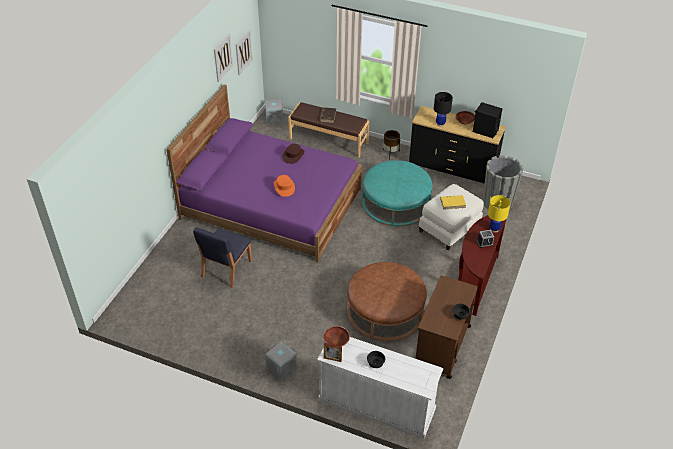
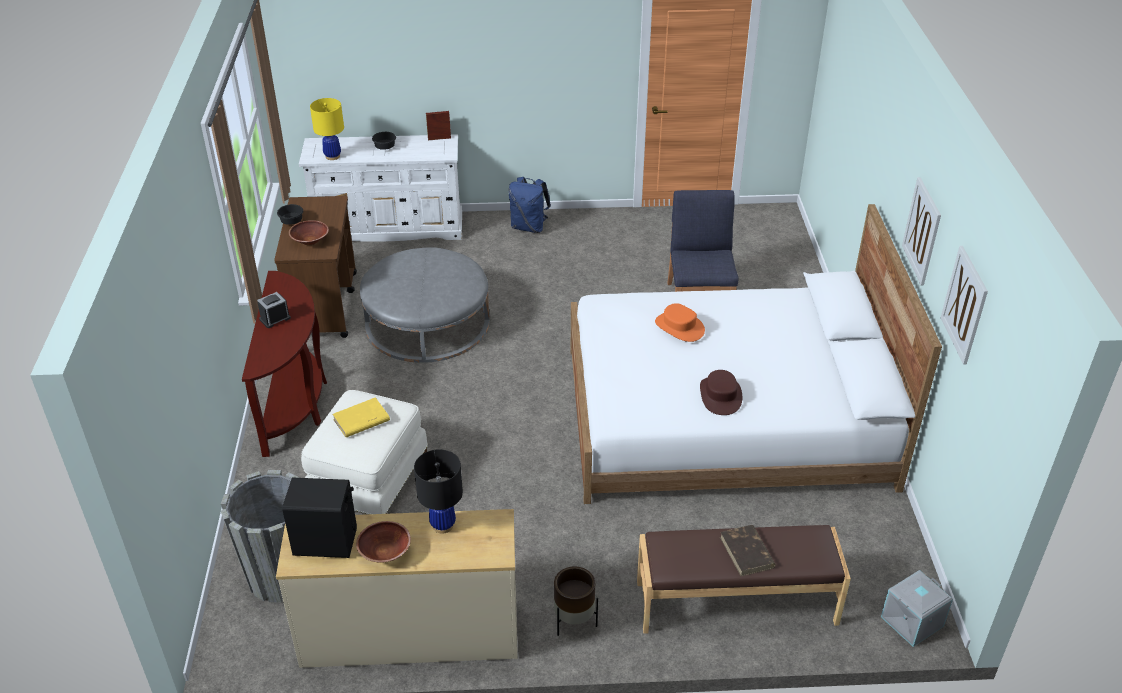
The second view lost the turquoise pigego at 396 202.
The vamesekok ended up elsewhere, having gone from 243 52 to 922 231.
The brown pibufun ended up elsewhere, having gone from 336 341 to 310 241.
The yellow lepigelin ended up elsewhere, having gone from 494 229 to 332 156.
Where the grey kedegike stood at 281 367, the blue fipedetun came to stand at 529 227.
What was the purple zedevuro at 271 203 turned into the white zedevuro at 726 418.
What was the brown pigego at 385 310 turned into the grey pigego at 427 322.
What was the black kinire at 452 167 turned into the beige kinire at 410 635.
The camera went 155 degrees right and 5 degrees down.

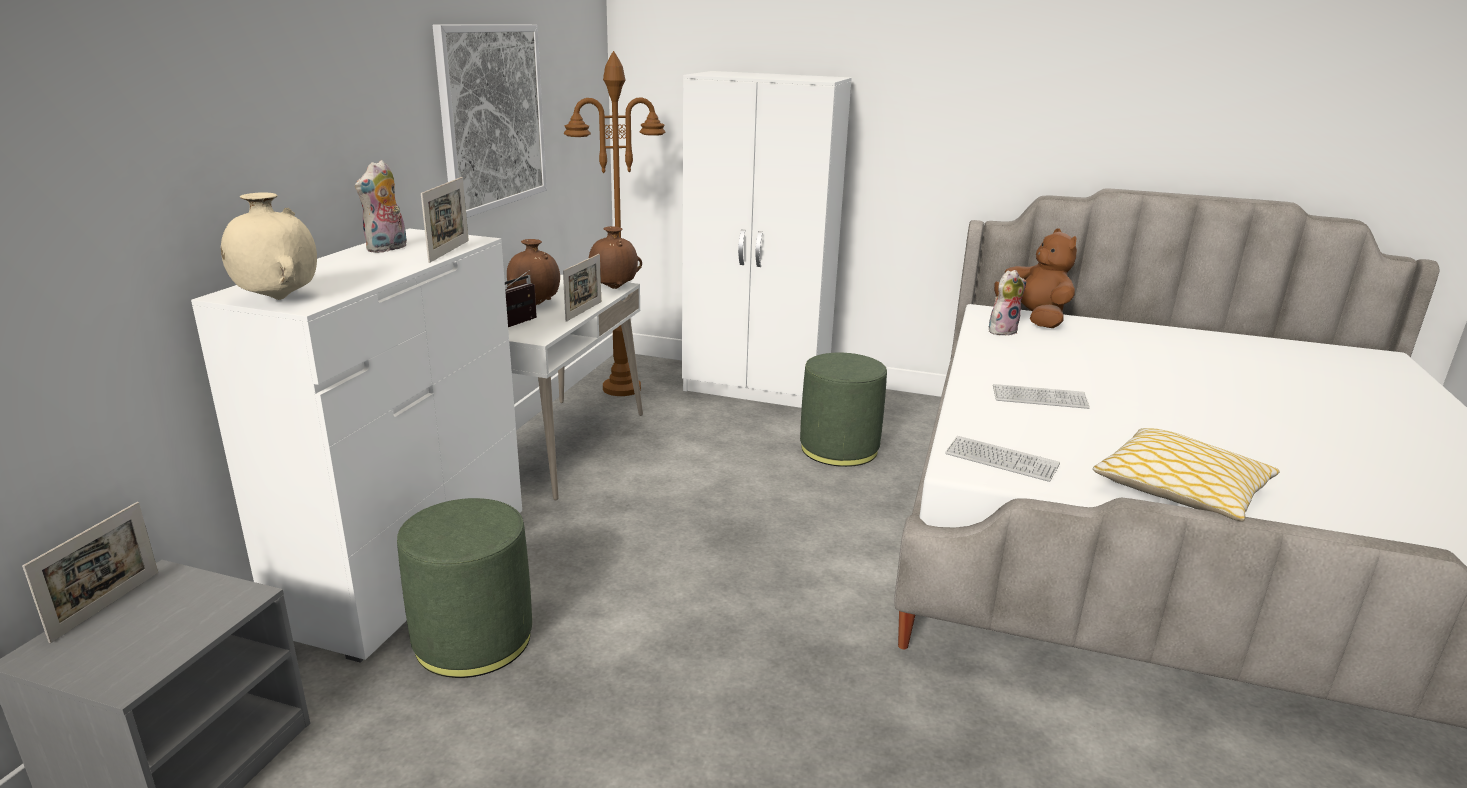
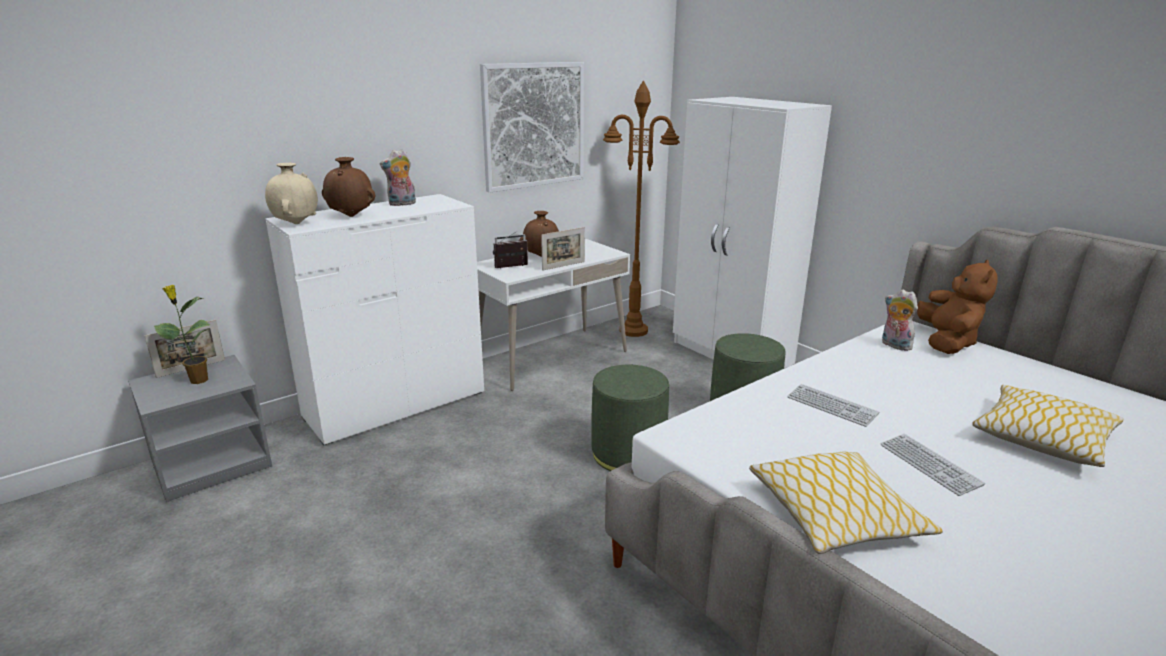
The second view lost the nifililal at 449 251.
The second view gained the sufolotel at 197 380.
The second view gained the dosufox at 1042 438.
The green pigego ended up elsewhere, having gone from 473 639 to 628 453.
The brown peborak ended up elsewhere, having gone from 614 288 to 351 216.
The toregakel ended up elsewhere, having gone from 1001 460 to 929 465.
The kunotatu at 1002 330 ended up facing another way, 135 degrees counterclockwise from before.
The camera went 35 degrees right and 0 degrees up.

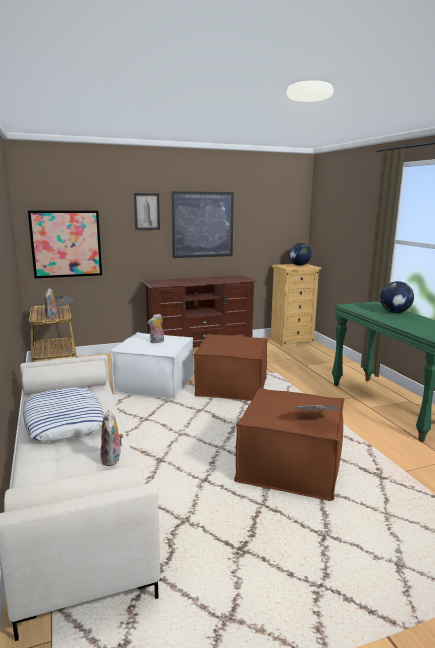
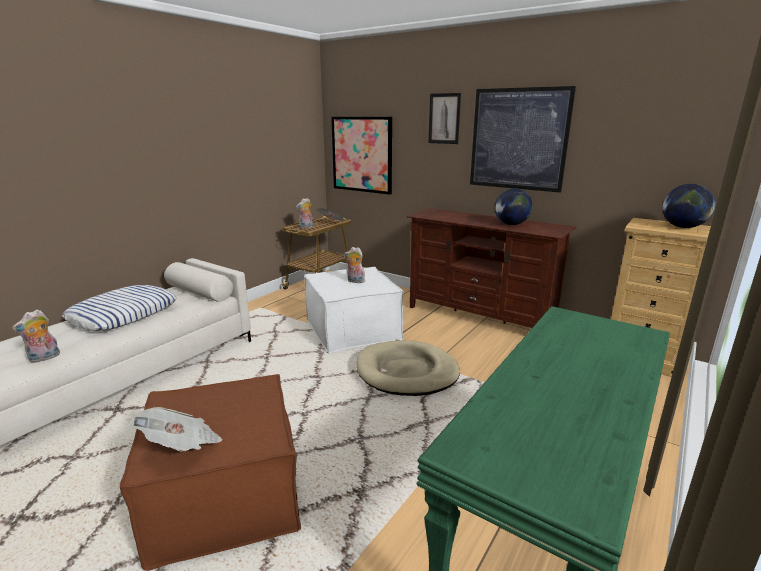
The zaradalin ended up elsewhere, having gone from 395 312 to 511 224.
Where the brown pigego stood at 232 386, the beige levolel came to stand at 407 372.
The camera went 55 degrees right and 5 degrees up.

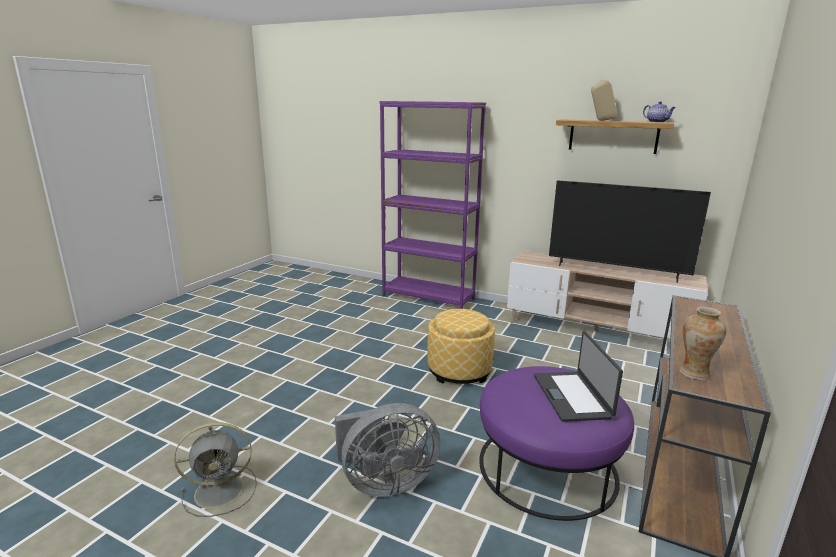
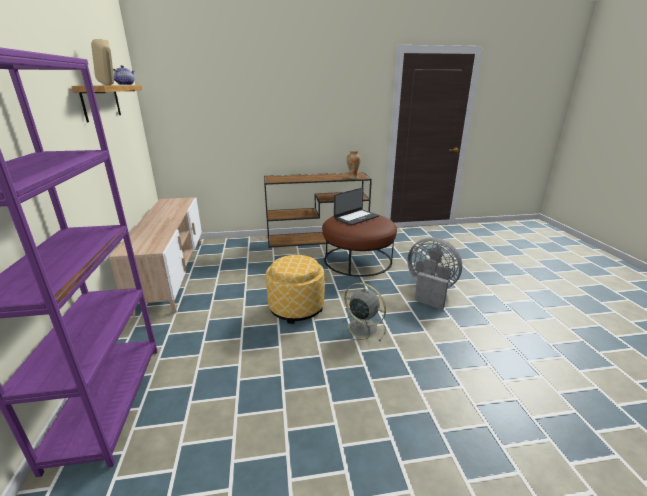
The second view lost the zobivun at 616 271.
The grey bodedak ended up elsewhere, having gone from 222 490 to 361 328.
What was the purple pigego at 547 467 turned into the brown pigego at 357 260.
The camera went 125 degrees left and 5 degrees up.

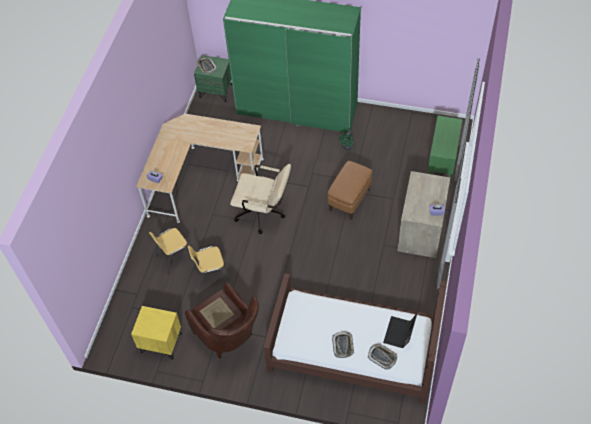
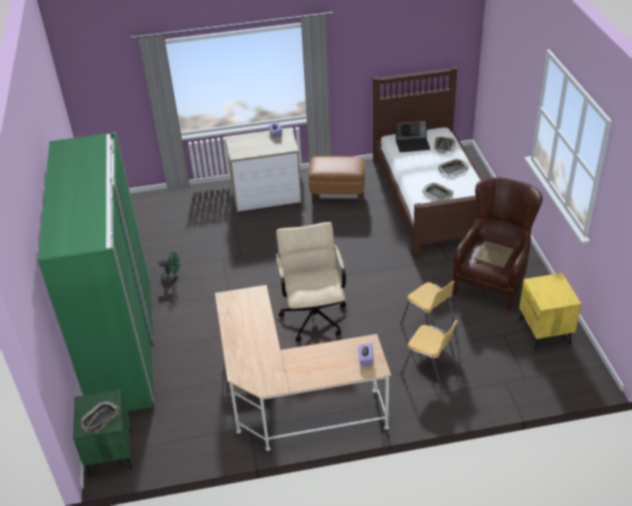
The second view lost the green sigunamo at 441 166.
The second view gained the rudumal at 437 194.
The brown pigego ended up elsewhere, having gone from 349 200 to 338 196.
The camera went 115 degrees left and 15 degrees down.

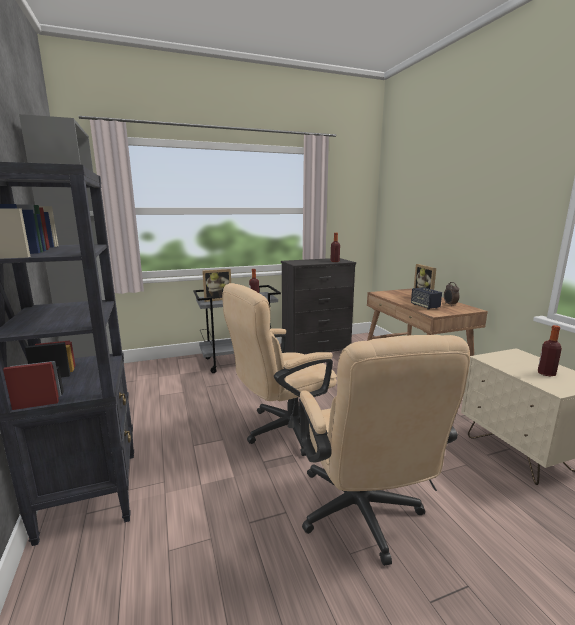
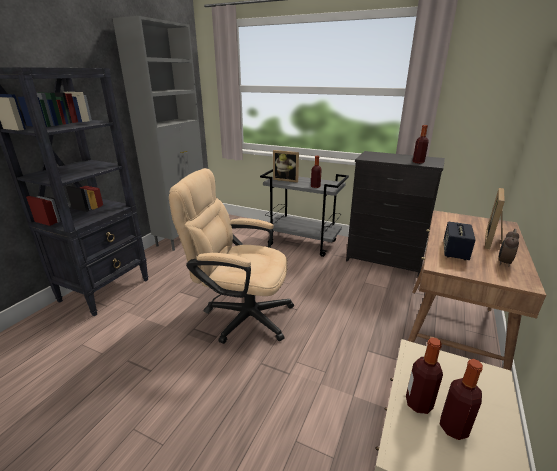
The second view lost the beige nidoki at 362 517.
The second view gained the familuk at 418 403.
The camera went 45 degrees right and 10 degrees up.

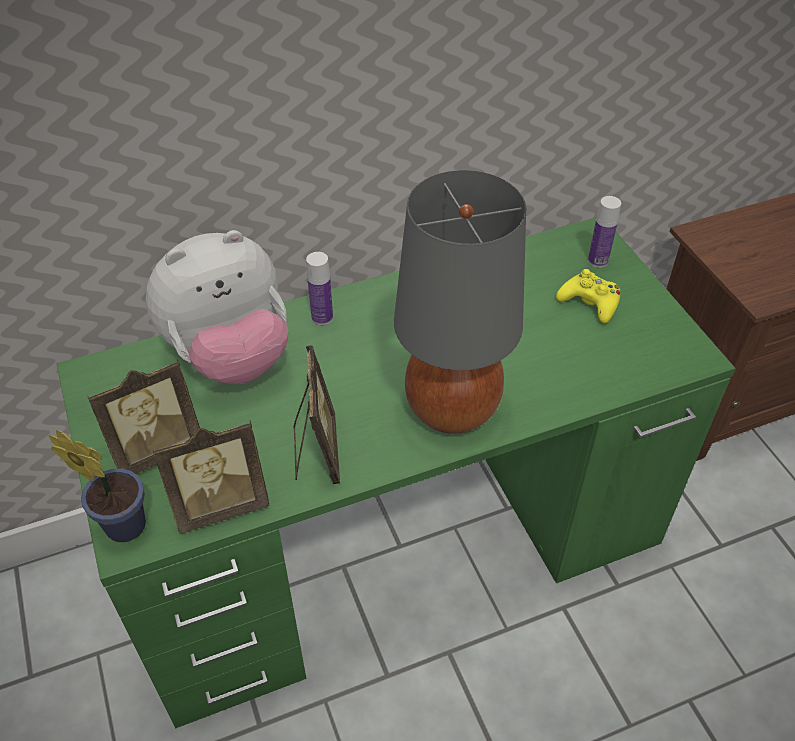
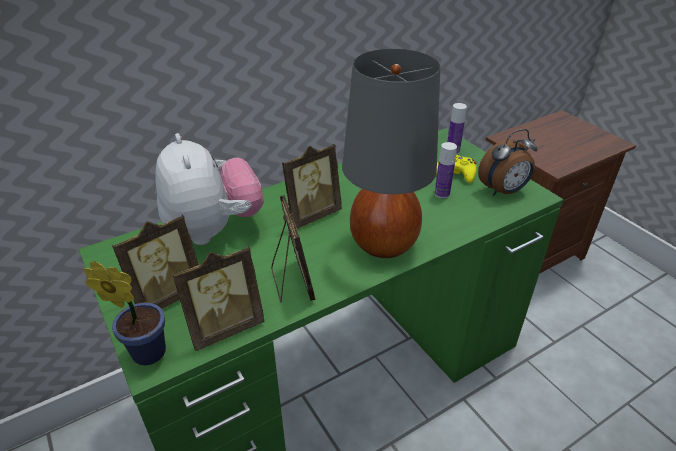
The second view gained the nifililal at 310 215.
The second view gained the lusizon at 503 191.
The familuk ended up elsewhere, having gone from 322 317 to 442 194.
The kunotatu at 230 356 ended up facing another way, 75 degrees counterclockwise from before.
The camera went 10 degrees left and 10 degrees down.

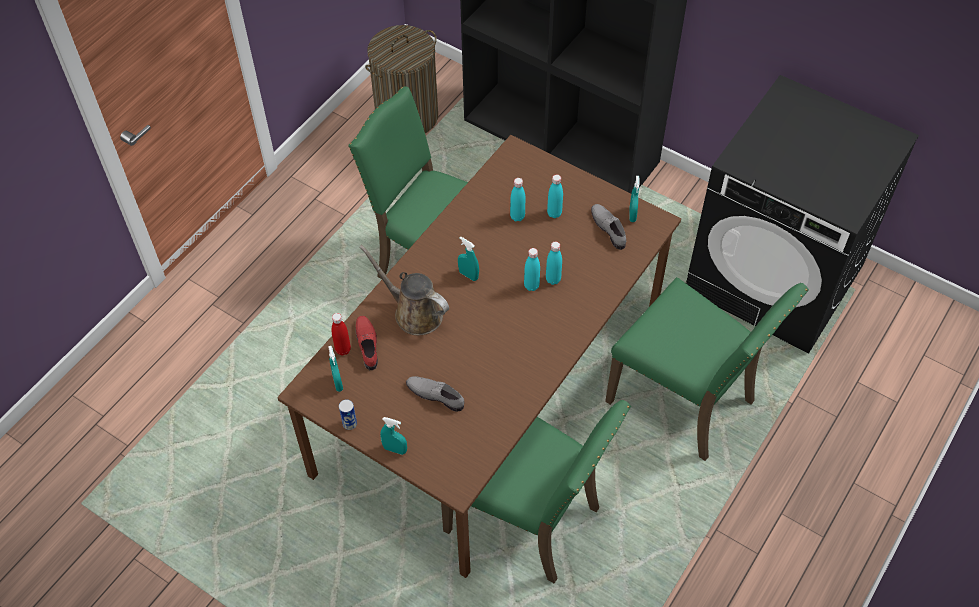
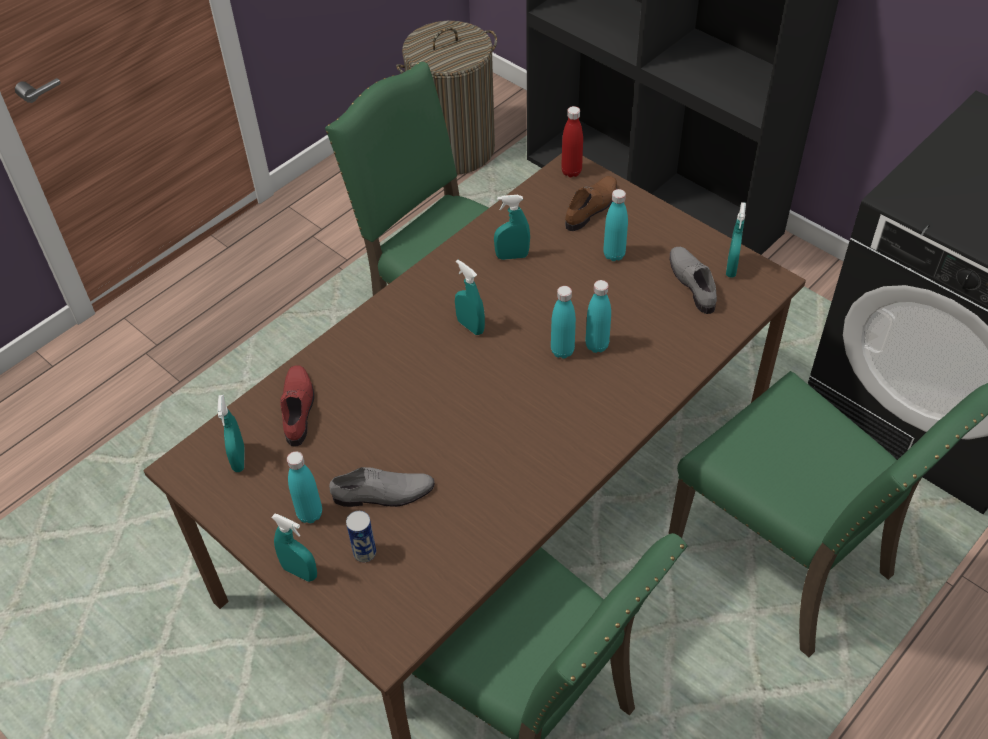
The second view lost the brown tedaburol at 414 312.
The second view gained the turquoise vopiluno at 512 256.
The second view gained the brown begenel at 592 207.
The red familuk ended up elsewhere, having gone from 343 350 to 571 172.
The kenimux ended up elsewhere, having gone from 349 424 to 364 553.
The turquoise familuk ended up elsewhere, having gone from 517 216 to 310 514.
The grey begenel at 436 394 ended up facing another way, 135 degrees clockwise from before.
The camera went 10 degrees right and 5 degrees down.

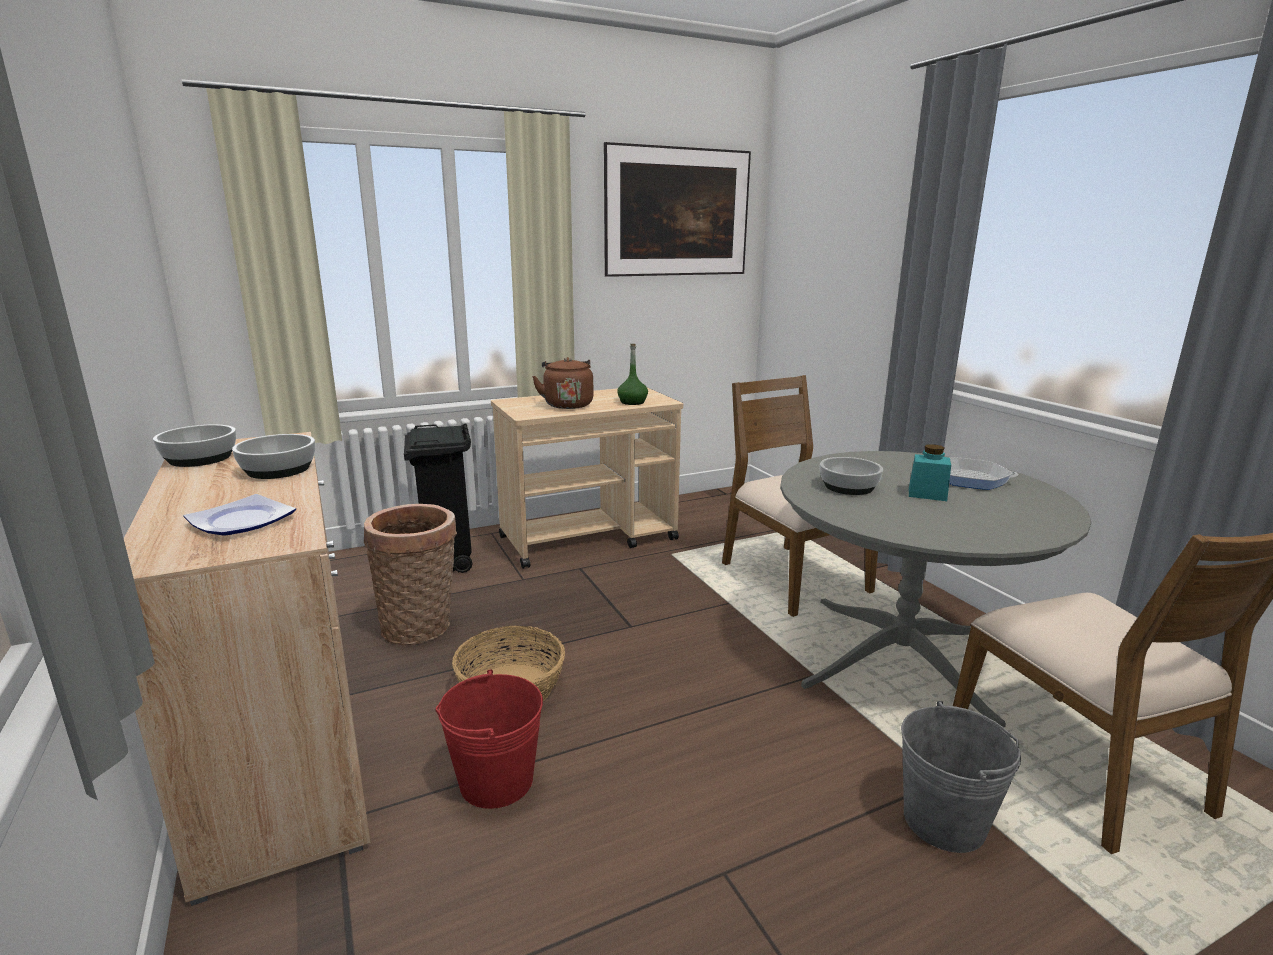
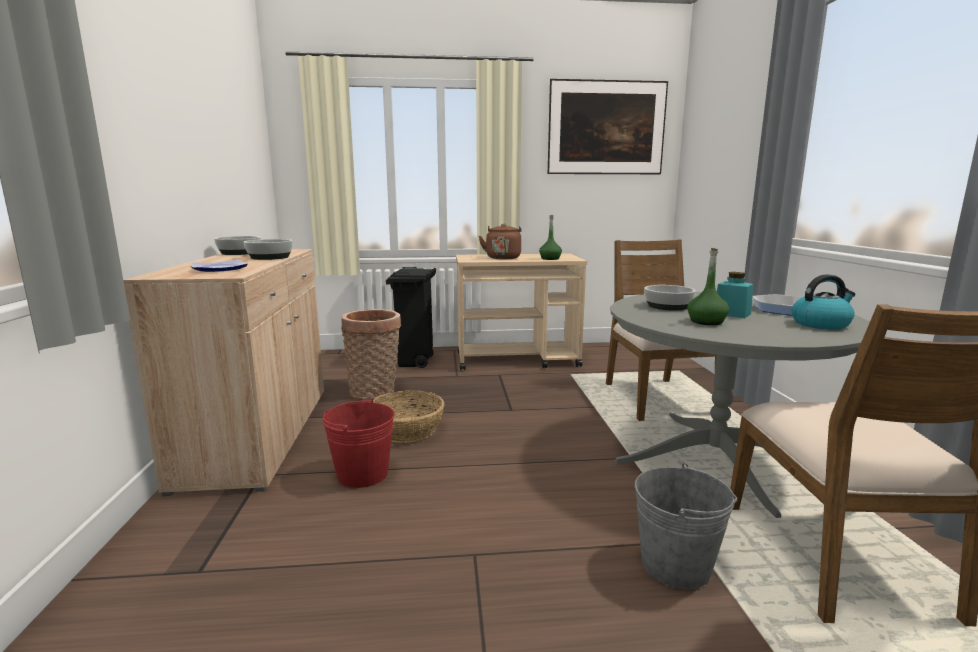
The second view gained the green familuk at 706 322.
The second view gained the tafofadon at 821 324.
The camera went 20 degrees right and 5 degrees down.

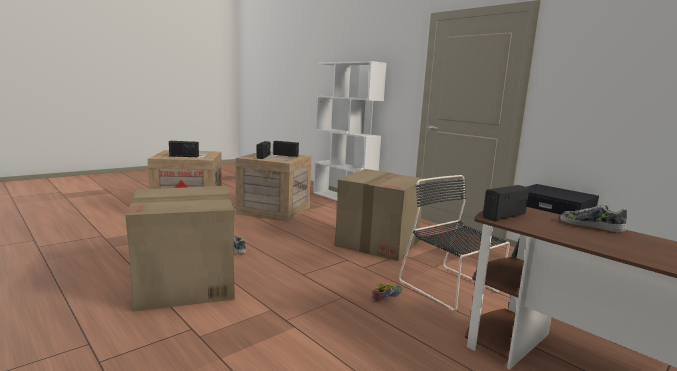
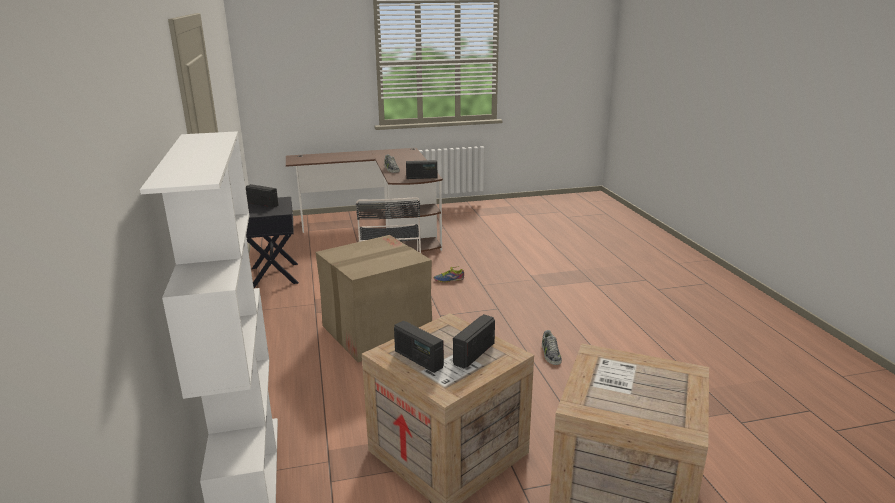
The second view lost the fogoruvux at 186 283.
The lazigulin ended up elsewhere, having gone from 184 156 to 263 204.
The camera went 150 degrees left and 10 degrees up.

